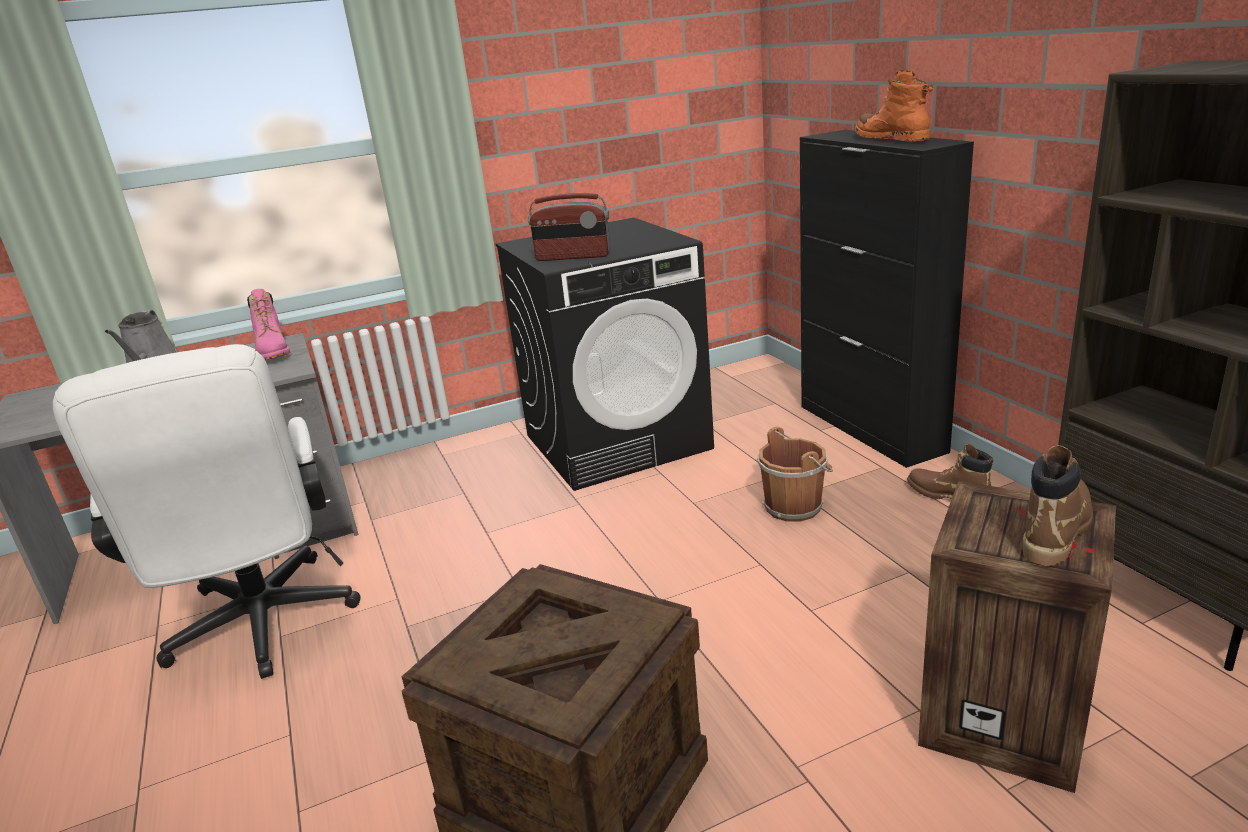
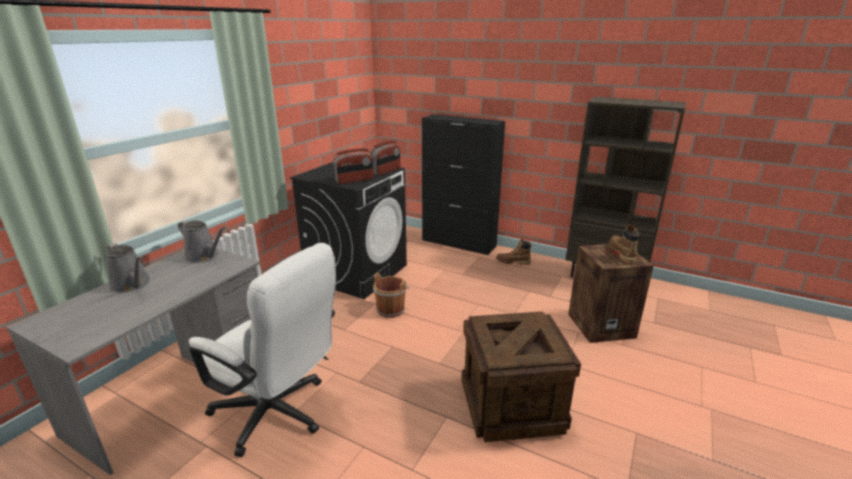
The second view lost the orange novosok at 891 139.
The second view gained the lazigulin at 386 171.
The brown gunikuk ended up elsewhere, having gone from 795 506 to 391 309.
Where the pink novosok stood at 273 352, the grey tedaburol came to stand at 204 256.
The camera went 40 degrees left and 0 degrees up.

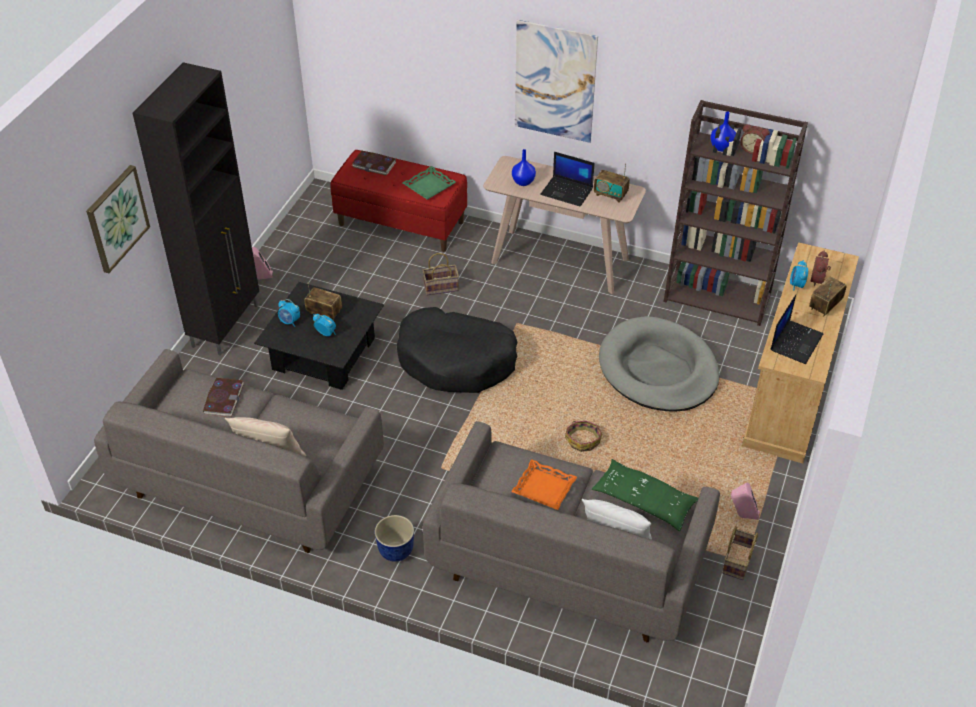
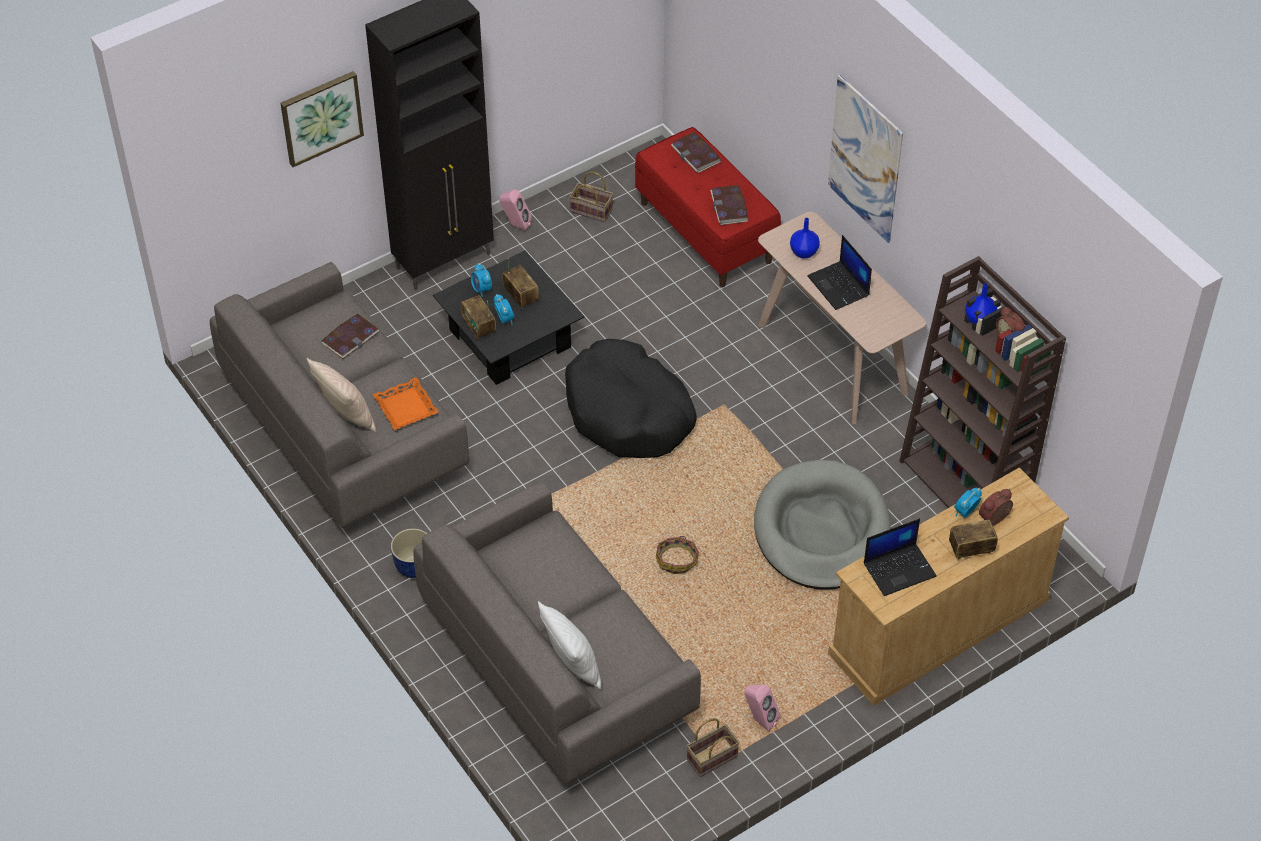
The second view lost the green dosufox at 644 501.
The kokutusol ended up elsewhere, having gone from 441 287 to 592 210.
The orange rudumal ended up elsewhere, having gone from 544 488 to 406 407.
The lazigulin ended up elsewhere, having gone from 610 195 to 479 326.
Where the green rudumal stood at 429 186, the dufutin came to stand at 729 207.
The camera went 35 degrees right and 5 degrees up.

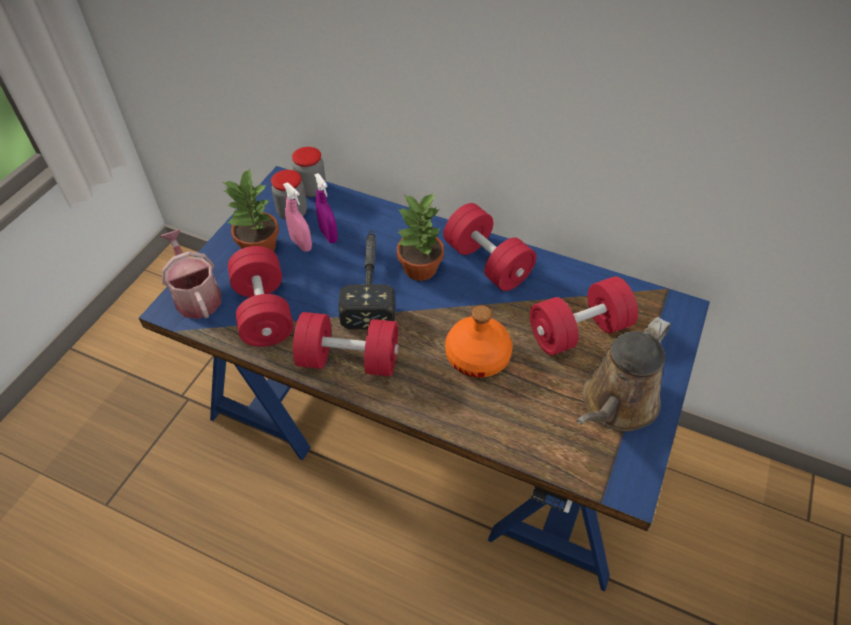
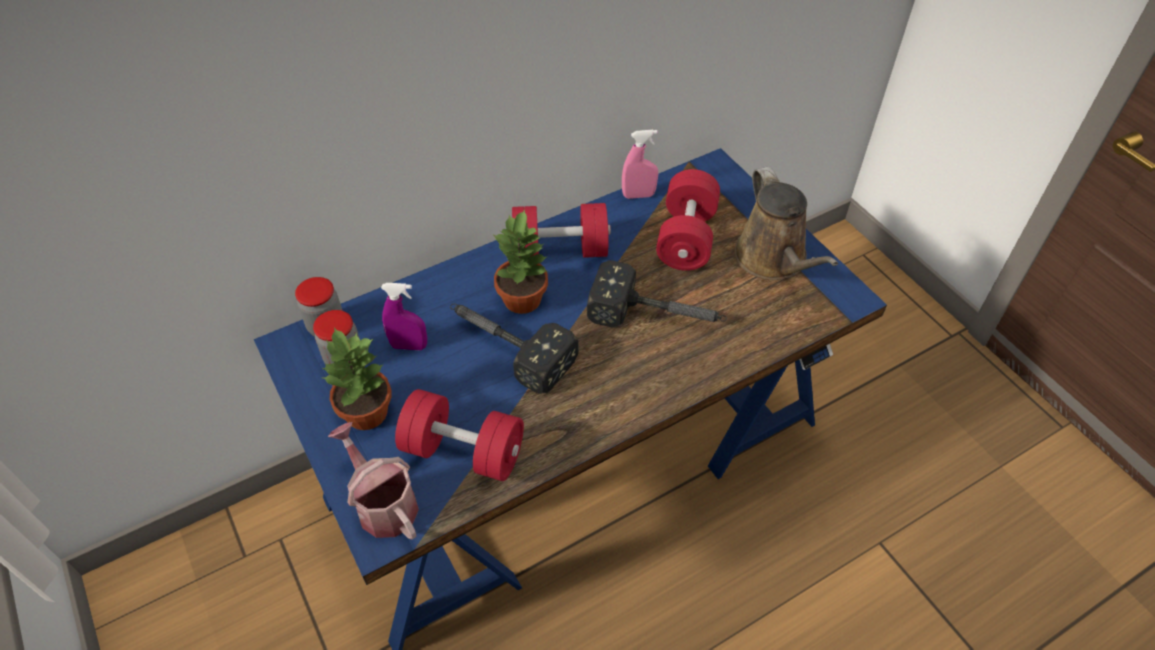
The second view lost the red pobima at 349 359.
The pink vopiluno ended up elsewhere, having gone from 301 244 to 638 195.
Where the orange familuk stood at 477 356, the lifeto came to stand at 658 315.
The tedaburol at 196 295 ended up facing another way, 45 degrees clockwise from before.
The camera went 55 degrees left and 0 degrees up.

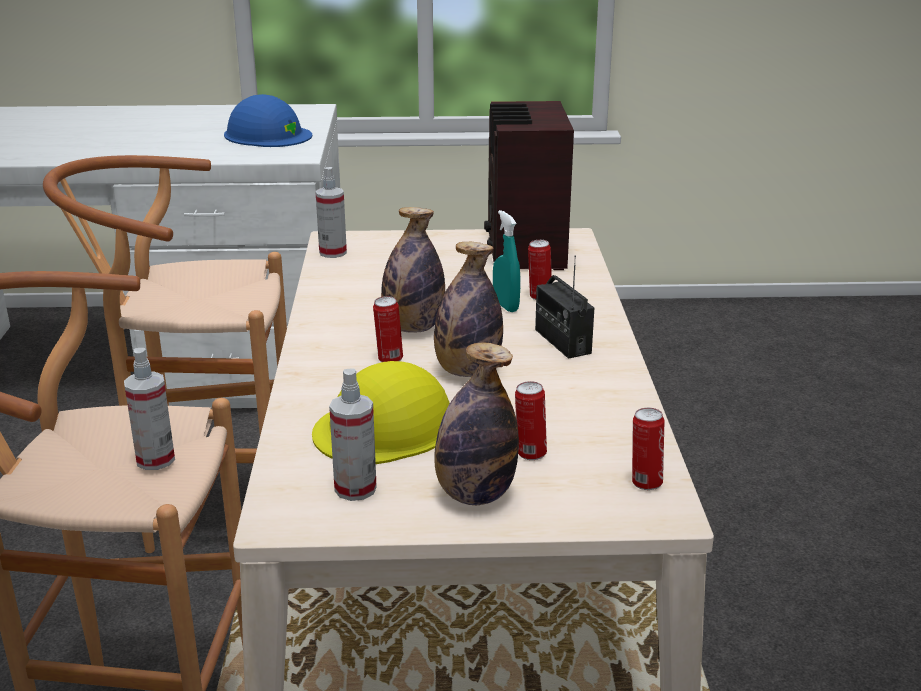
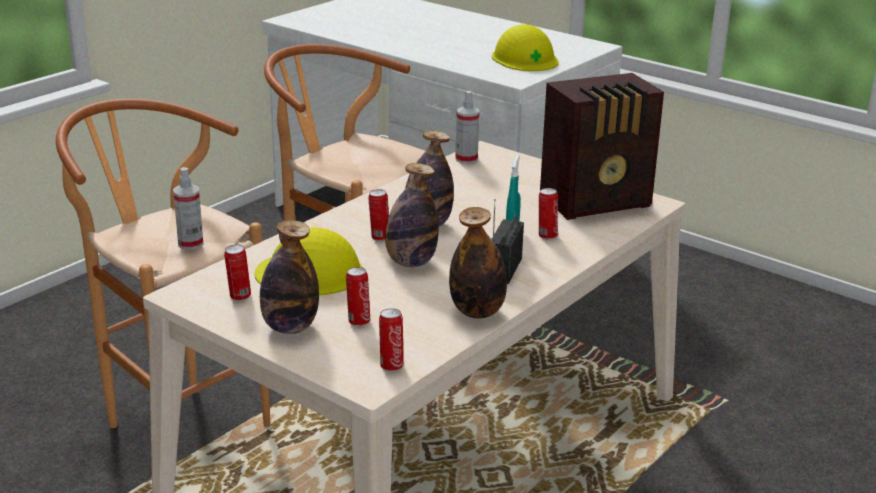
The second view gained the familuk at 477 312.
Where the vopiluno stood at 355 489, the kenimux came to stand at 239 296.
What was the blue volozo at 267 135 turned into the yellow volozo at 525 58.
The lazigulin at 524 251 ended up facing another way, 150 degrees counterclockwise from before.
The camera went 40 degrees right and 0 degrees up.

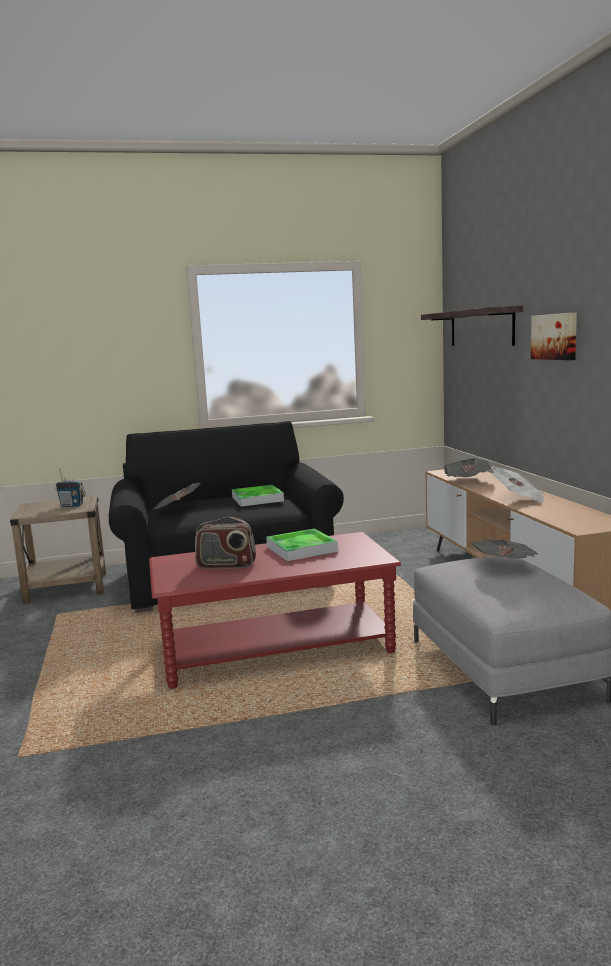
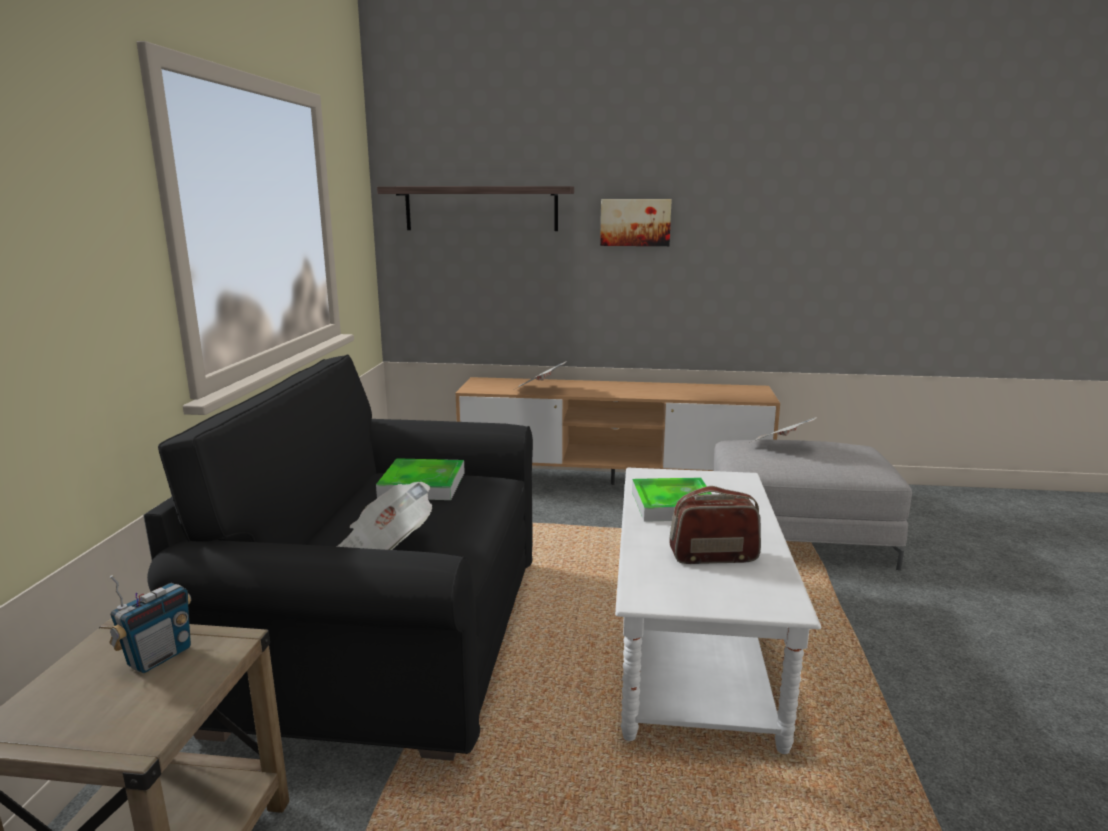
The second view lost the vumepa at 519 499.
What was the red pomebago at 276 649 turned into the white pomebago at 694 643.
The lazigulin at 226 565 ended up facing another way, 120 degrees counterclockwise from before.
The camera went 70 degrees left and 5 degrees up.

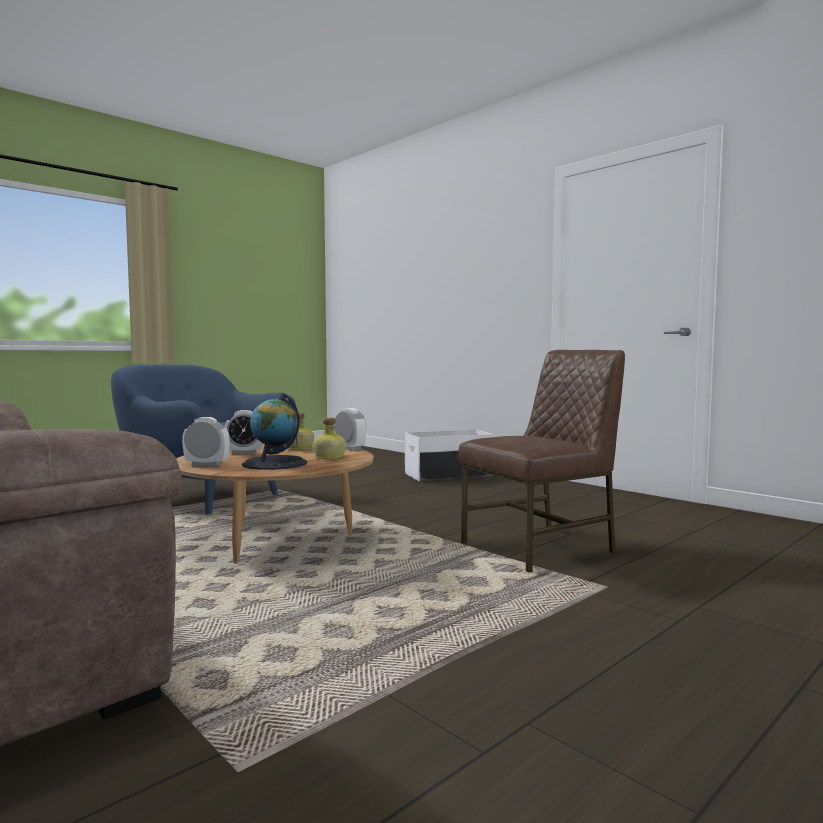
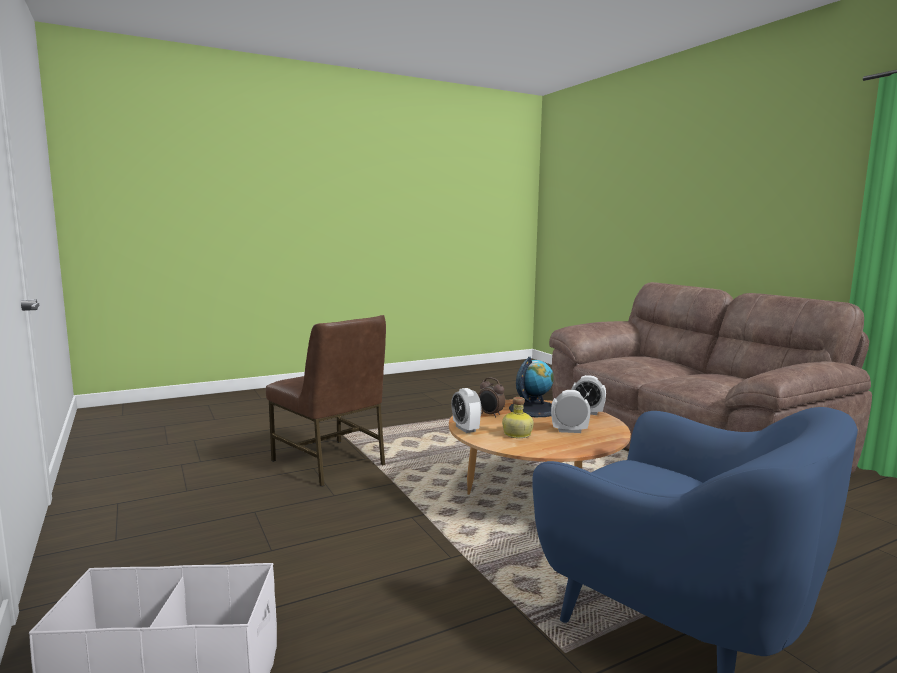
Where the familuk stood at 328 457, the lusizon came to stand at 490 415.
The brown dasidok at 540 547 ended up facing another way, 120 degrees counterclockwise from before.
The camera went 165 degrees left and 5 degrees up.

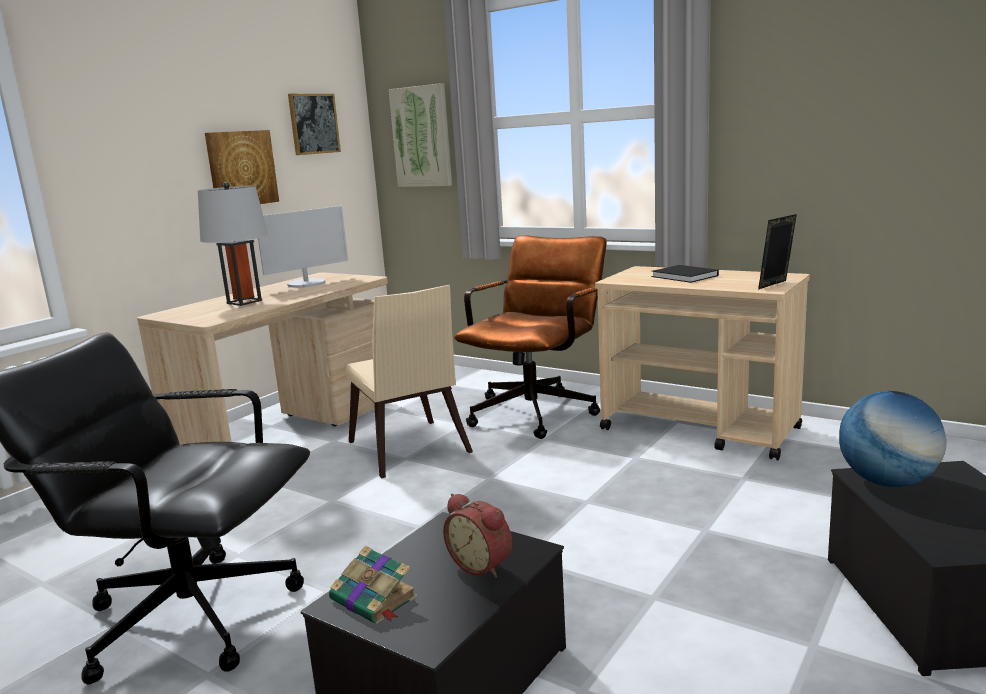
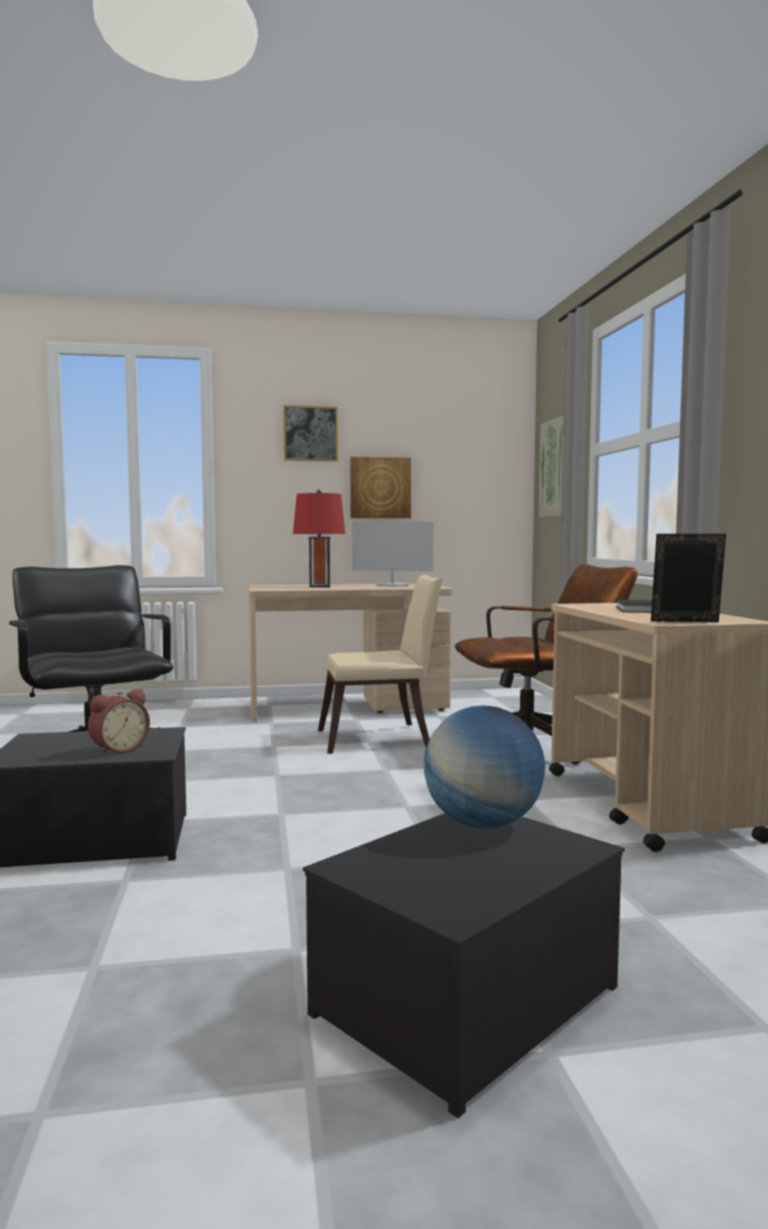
The second view lost the dufutin at 375 600.
The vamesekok ended up elsewhere, having gone from 313 124 to 310 433.
What was the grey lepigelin at 244 302 turned into the red lepigelin at 319 586.
The beige dasidok at 410 451 ended up facing another way, 120 degrees counterclockwise from before.
The lusizon at 482 565 ended up facing another way, 135 degrees counterclockwise from before.
The camera went 45 degrees right and 10 degrees down.

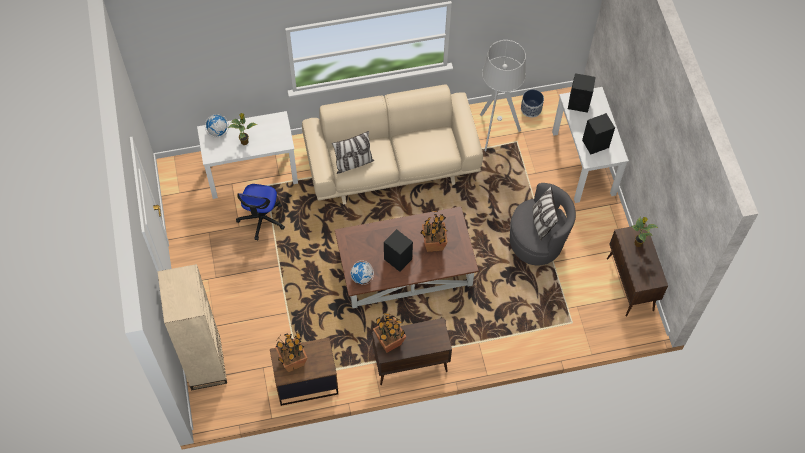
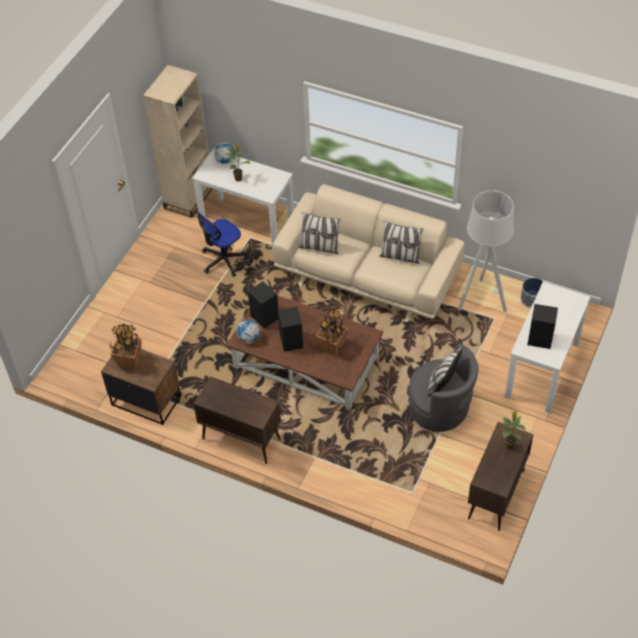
The second view lost the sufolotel at 389 342.
The second view gained the dosufox at 400 256.
The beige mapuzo ended up elsewhere, having gone from 206 363 to 189 198.
The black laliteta ended up elsewhere, having gone from 579 103 to 265 317.
The camera went 40 degrees right and 10 degrees down.

